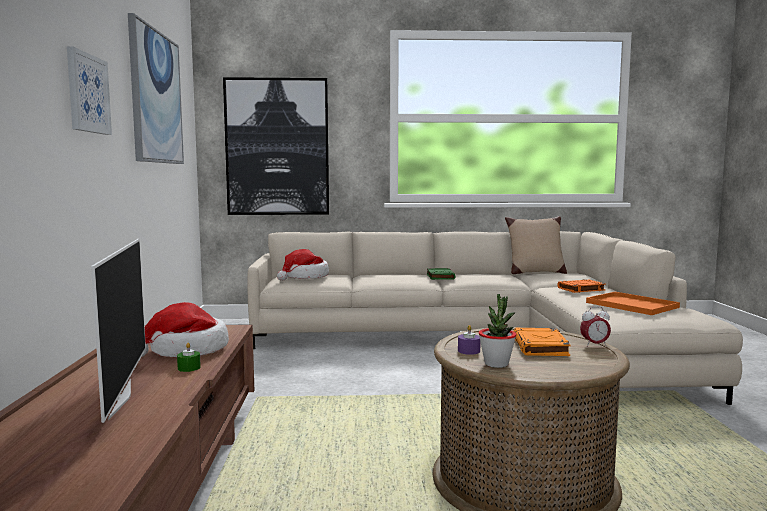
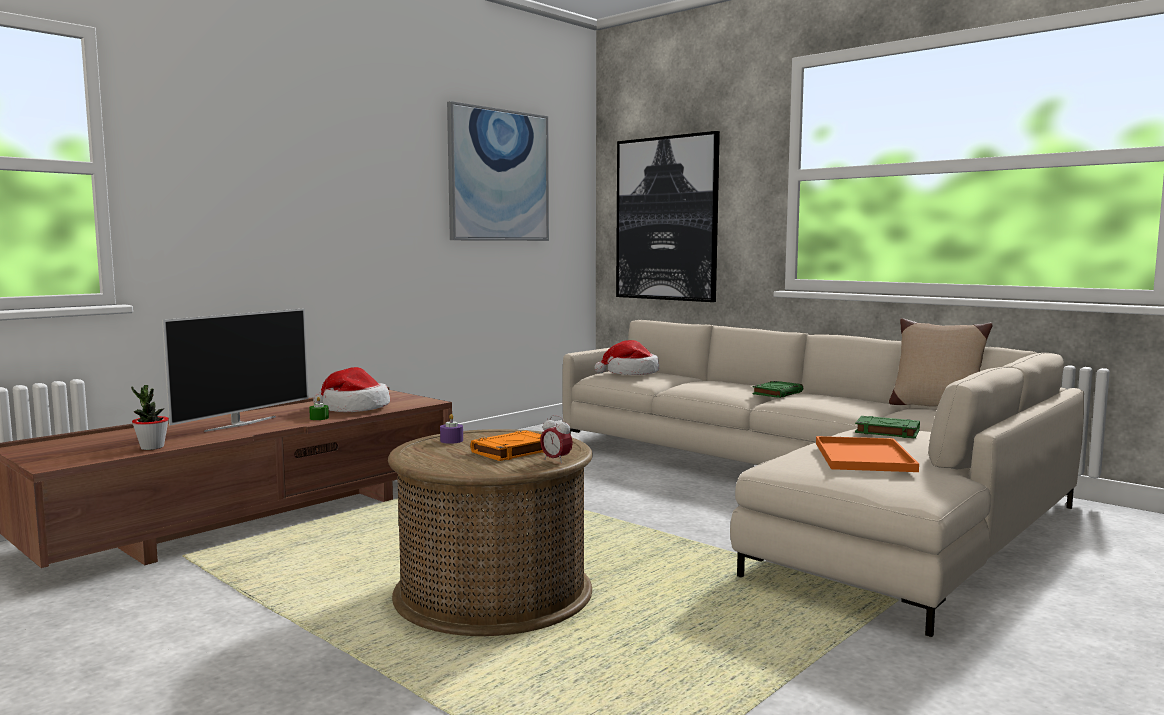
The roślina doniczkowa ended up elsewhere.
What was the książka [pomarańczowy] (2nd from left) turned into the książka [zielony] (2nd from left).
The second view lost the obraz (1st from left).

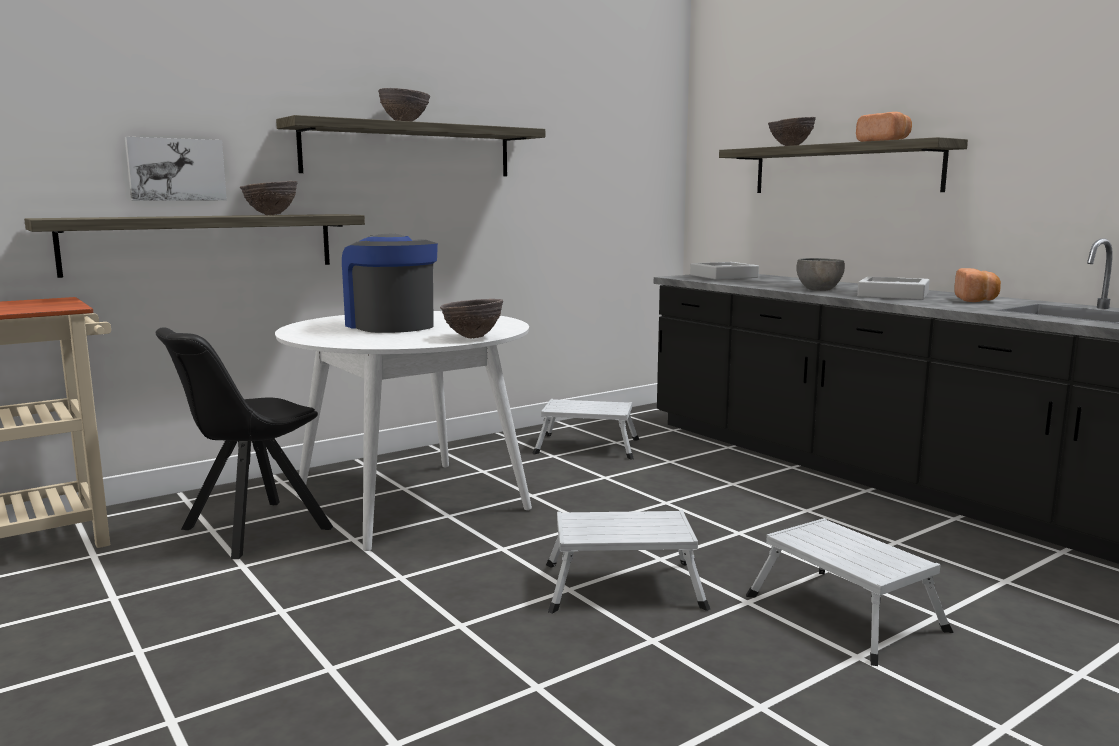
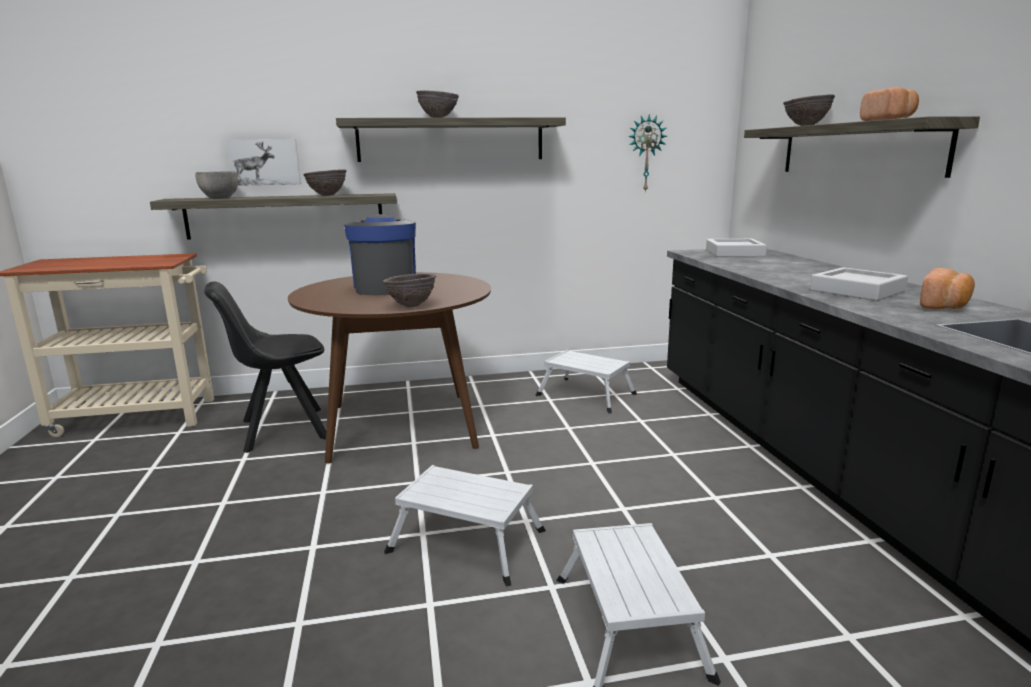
The miska [szary] ended up elsewhere.
What was the stół jadalny [biały] turned into the stół jadalny [brązowy].
The second view gained the zegar ścienny.

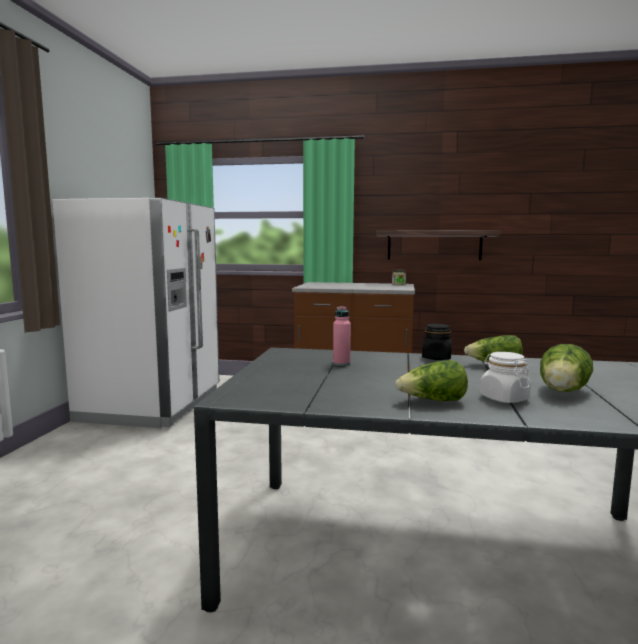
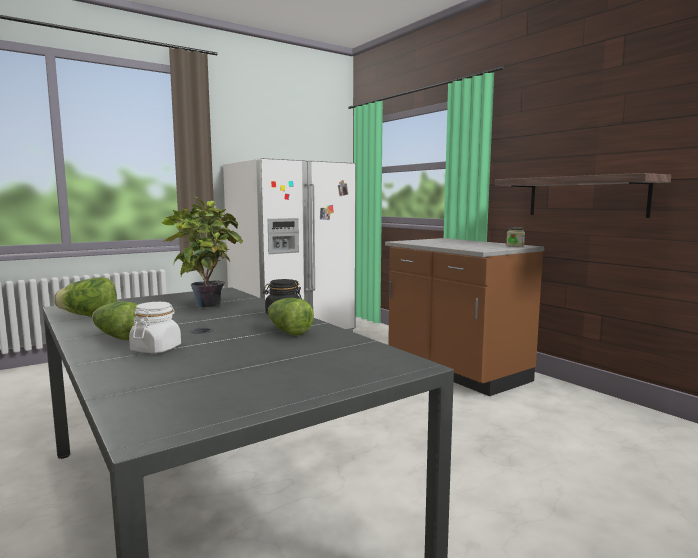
The sałata (3rd from left in the first image) ended up elsewhere.
Where the butelka [różowy] stood, the roślina doniczkowa came to stand.

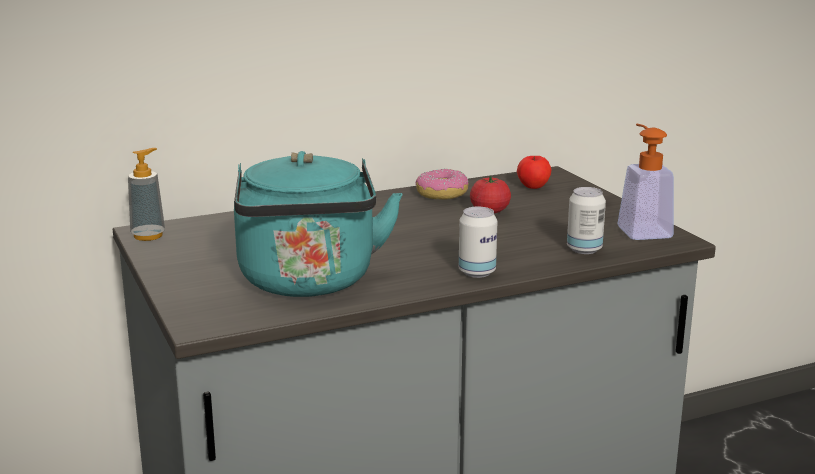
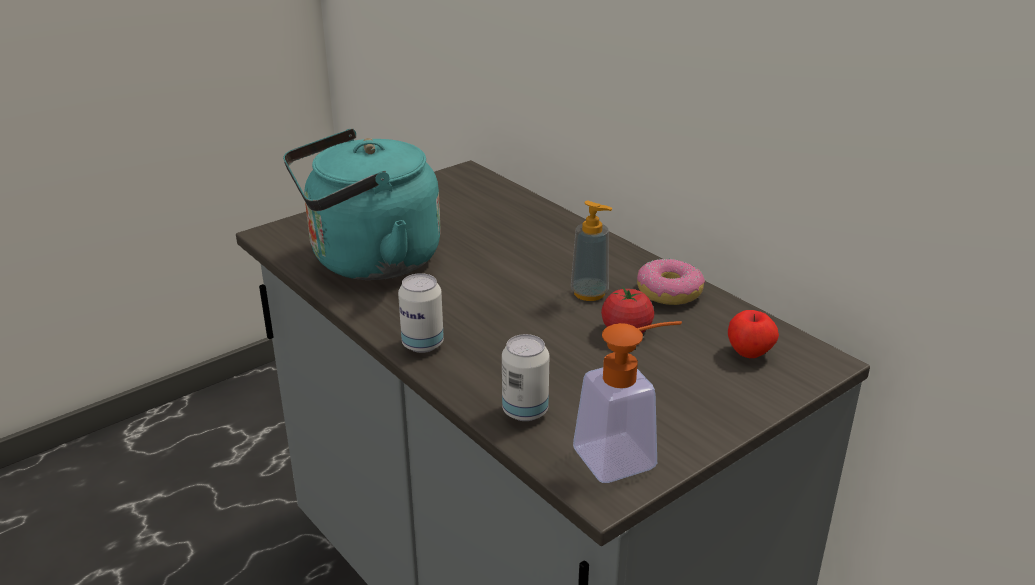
The dozownik mydła (1st from left) ended up elsewhere.

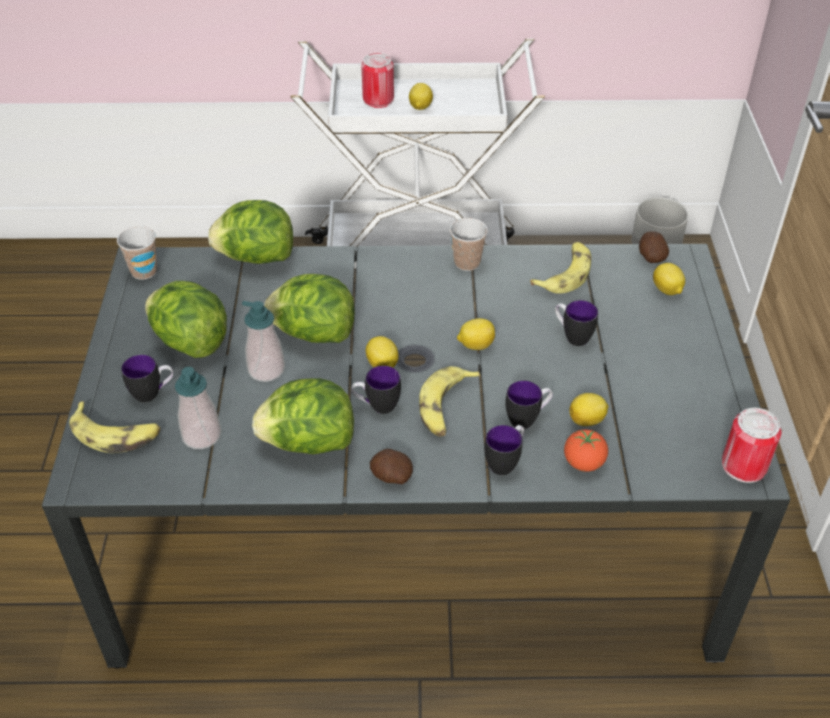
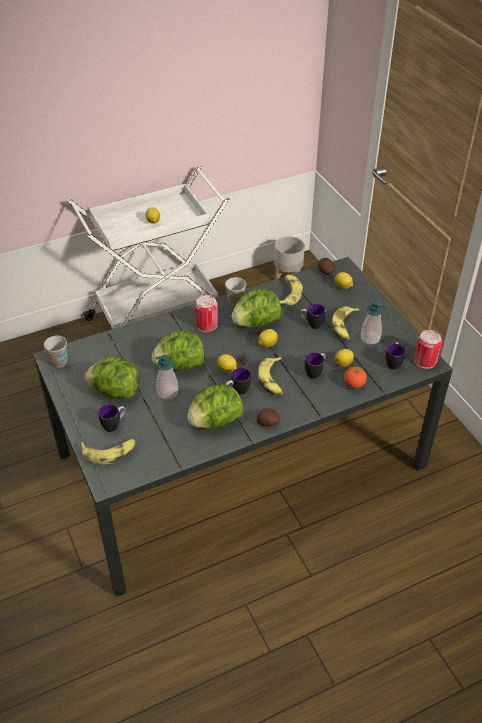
The puszka (1st from left) ended up elsewhere.
The sałata (2nd from left in the first image) ended up elsewhere.
The second view gained the banan (4th from left).
The dozownik mydła (1st from left in the first image) ended up elsewhere.
The kubek (3rd from left in the first image) ended up elsewhere.

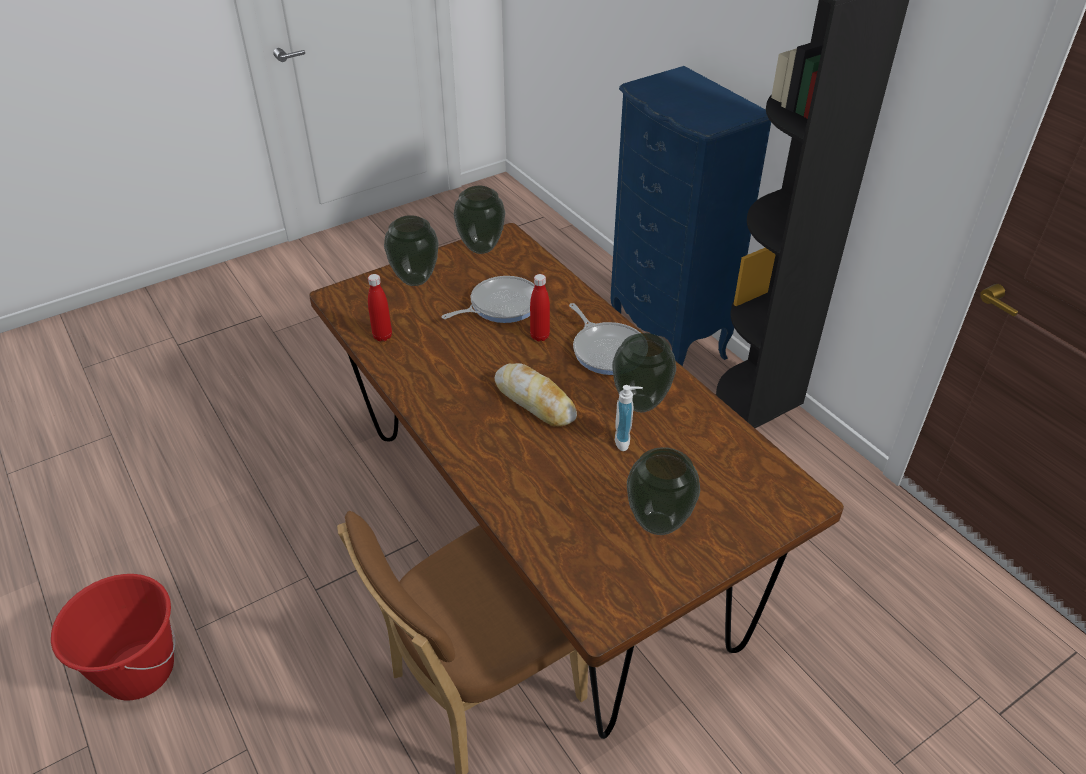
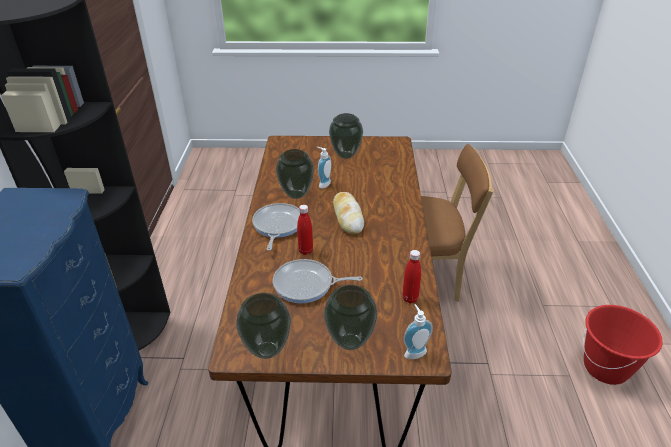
The second view gained the dozownik mydła (2nd from left).

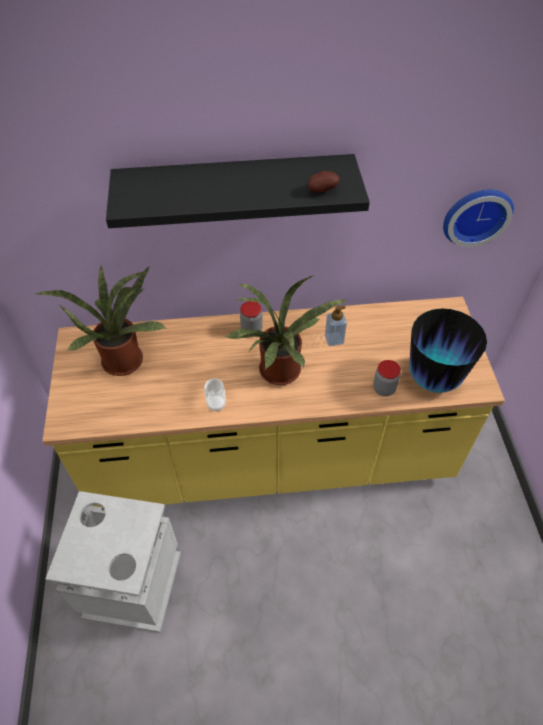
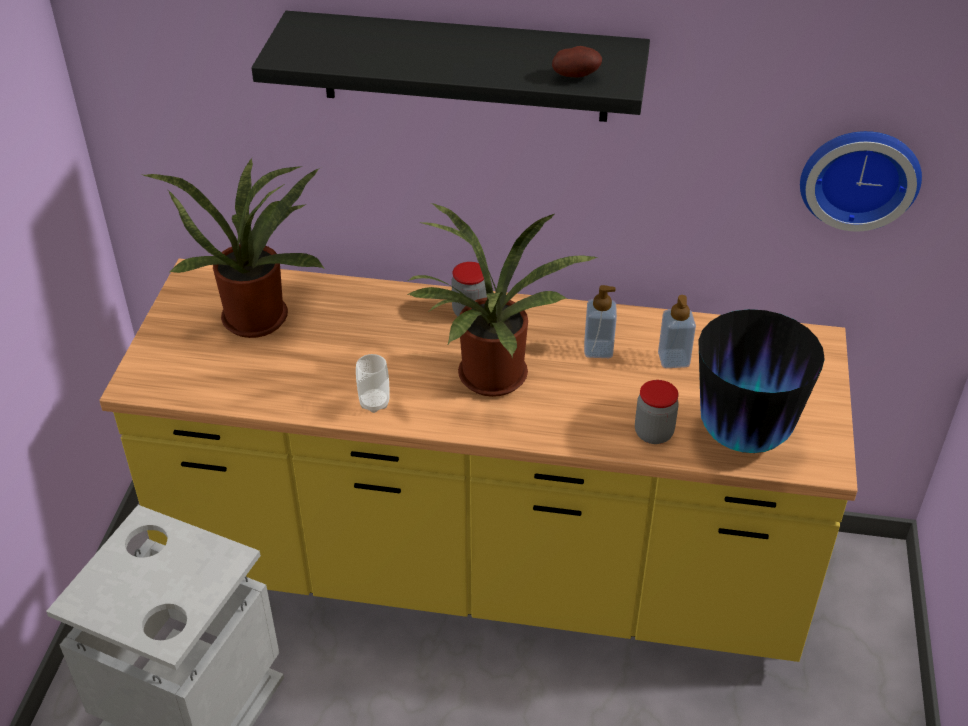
The second view gained the dozownik mydła (2nd from left).

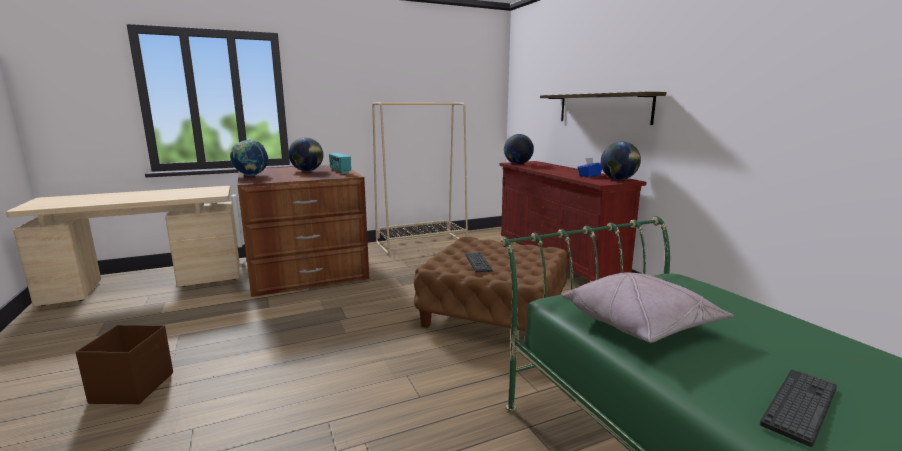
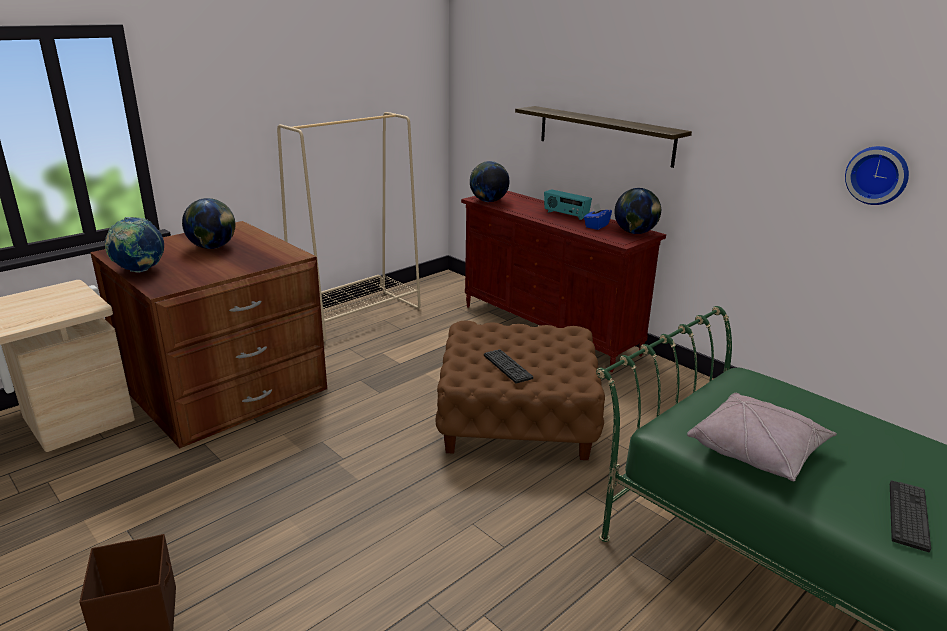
The radio ended up elsewhere.
The second view gained the zegar ścienny.

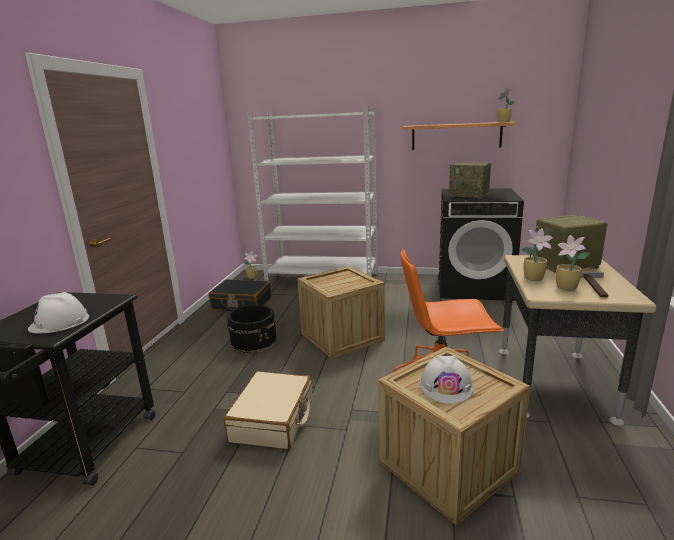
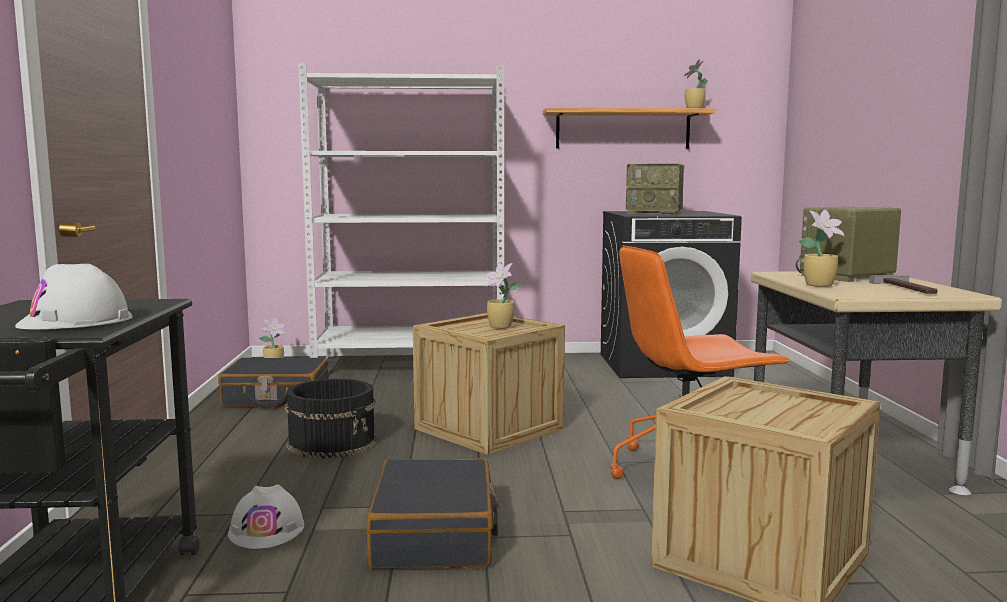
The kask [biały] (2nd from left) ended up elsewhere.
What was the walizka [beżowy] turned into the walizka [czarny] (2nd from left).
The roślina doniczkowa (4th from left in the first image) ended up elsewhere.

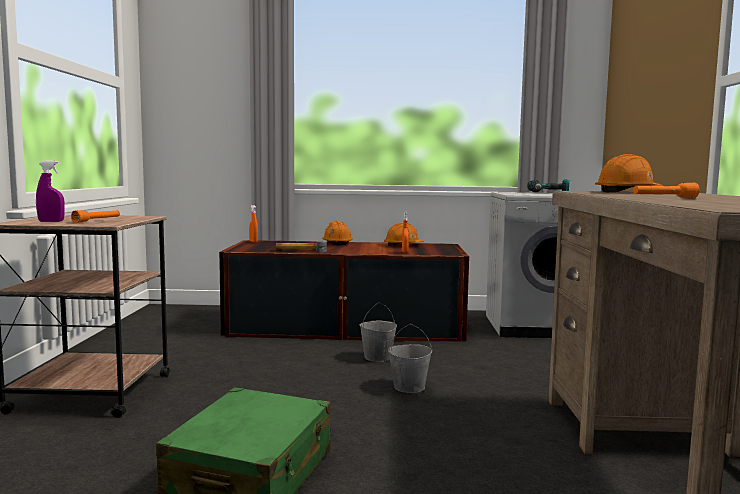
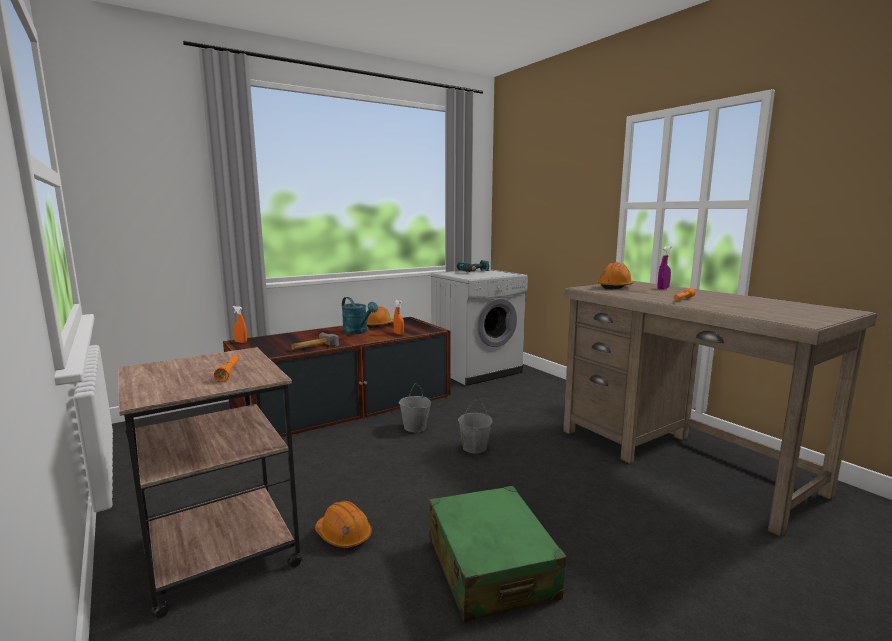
The kask [pomarańczowy] (1st from left) ended up elsewhere.
The second view gained the konewka [turkusowy].
The spryskiwacz [fioletowy] ended up elsewhere.

